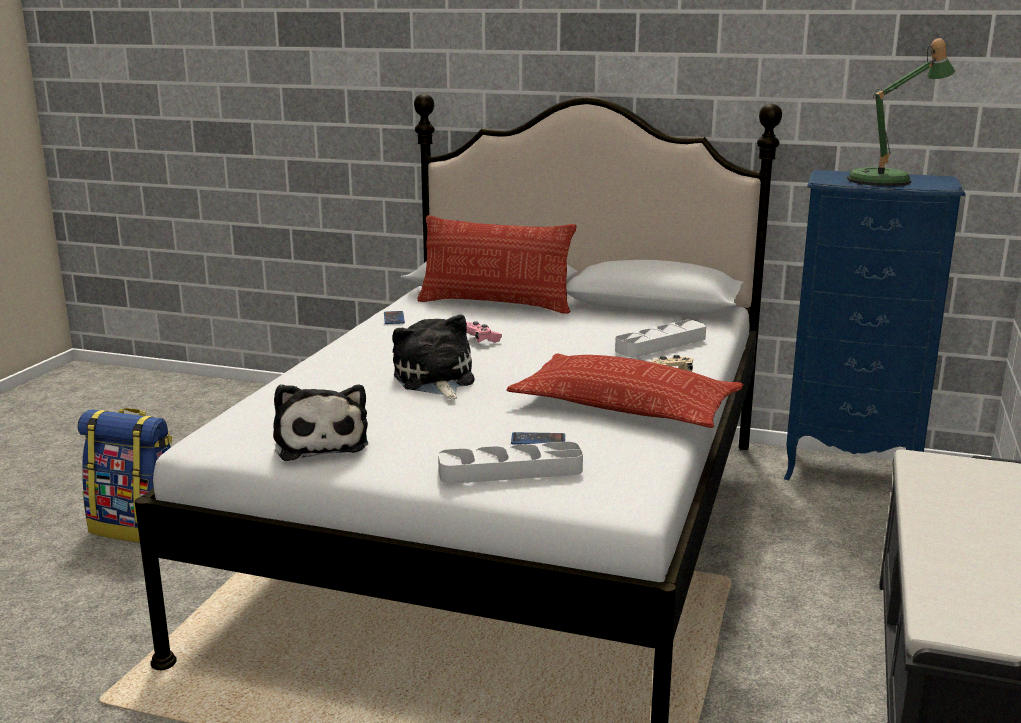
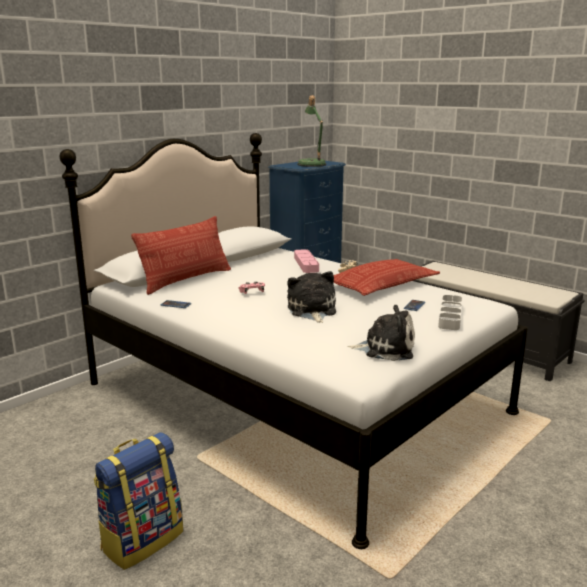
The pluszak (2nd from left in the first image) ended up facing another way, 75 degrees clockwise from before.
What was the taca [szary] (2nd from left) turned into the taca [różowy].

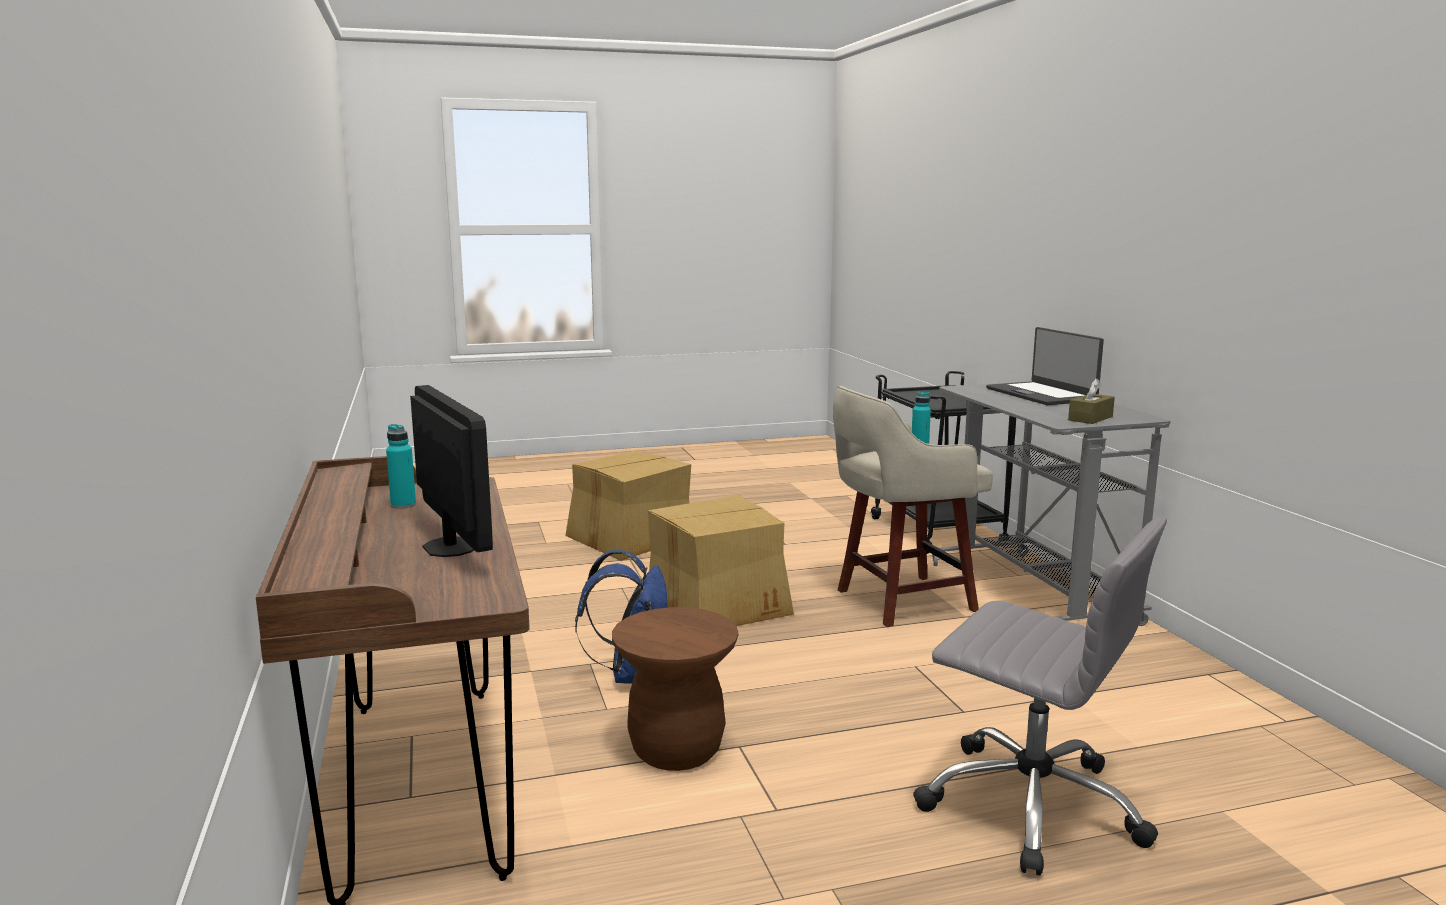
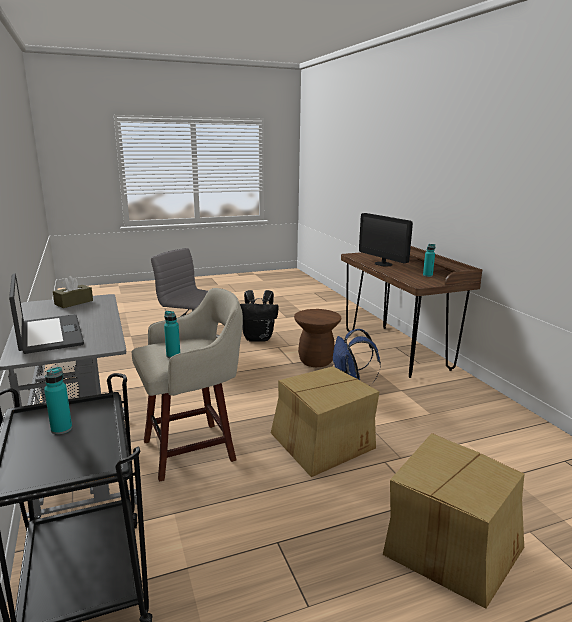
The second view gained the butelka [turkusowy] (1st from left).
The second view gained the plecak [czarny].

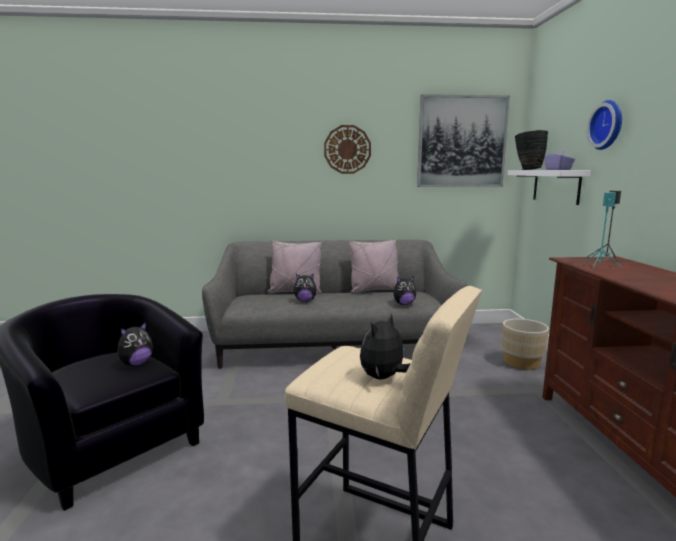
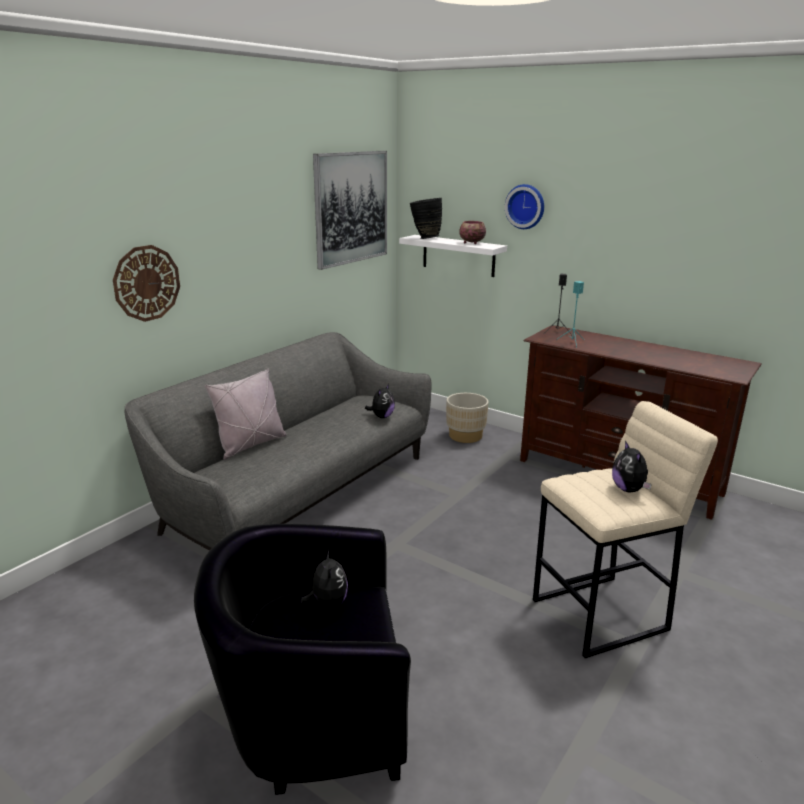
The zegar ścienny (1st from left) ended up elsewhere.
Where the pudełko chusteczek [fioletowy] stood, the miska came to stand.
The second view lost the pluszak (2nd from left).
The second view lost the poduszka [fioletowy] (2nd from left).

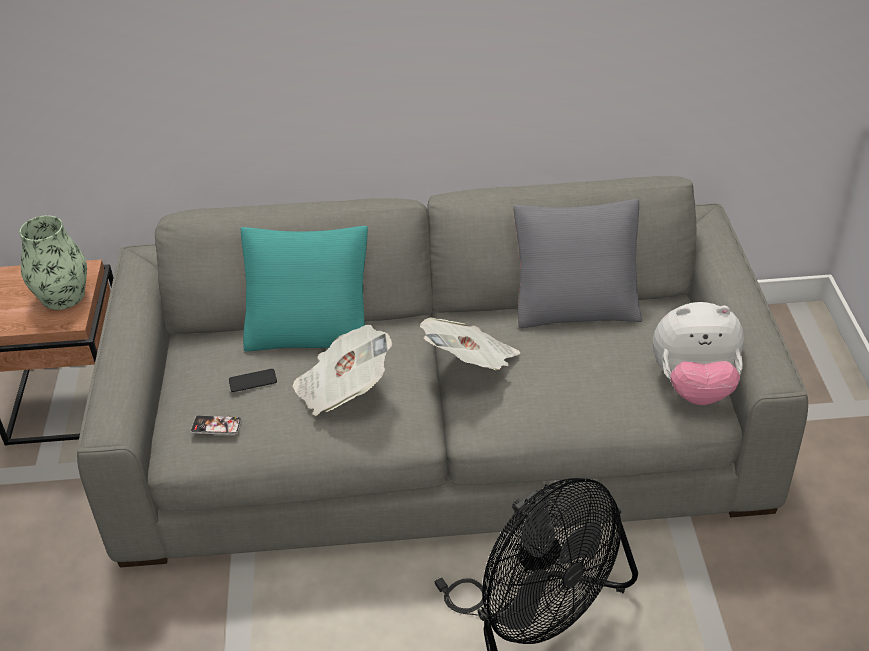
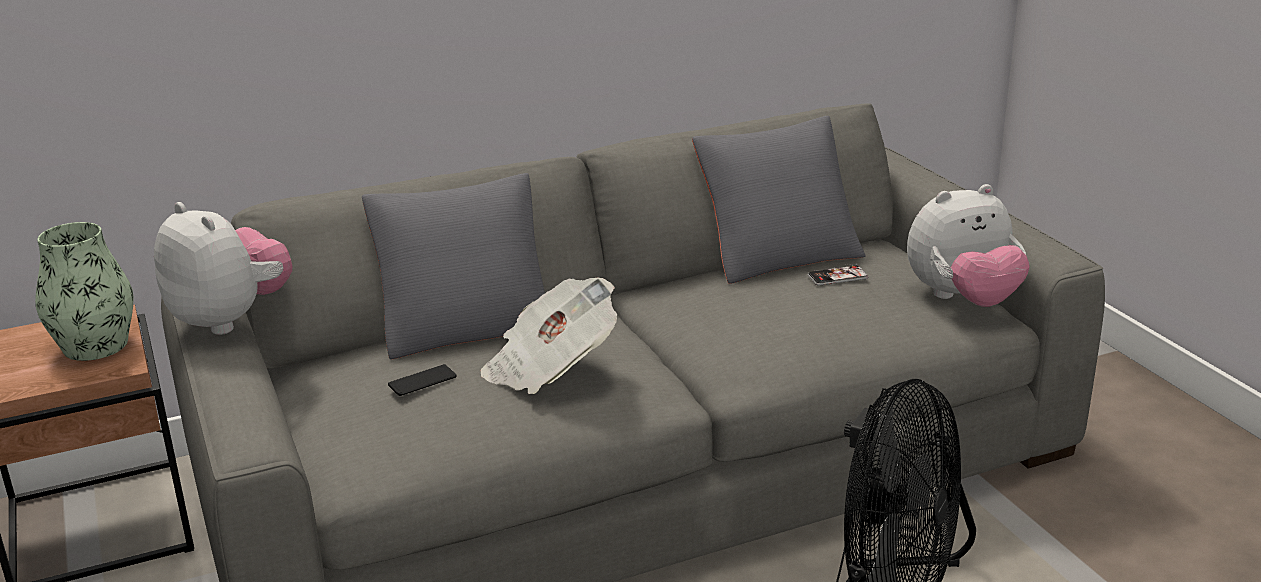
The second view gained the pluszak (1st from left).
What was the poduszka [turkusowy] turned into the poduszka [szary] (1st from left).
The telefon (1st from left in the first image) ended up elsewhere.
The second view lost the gazeta (2nd from left).

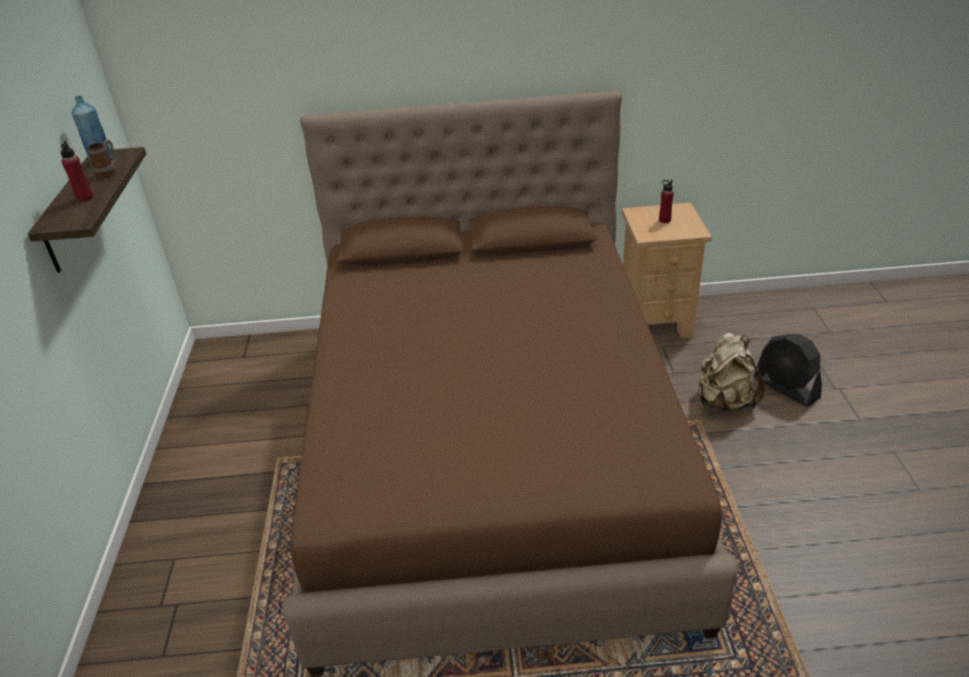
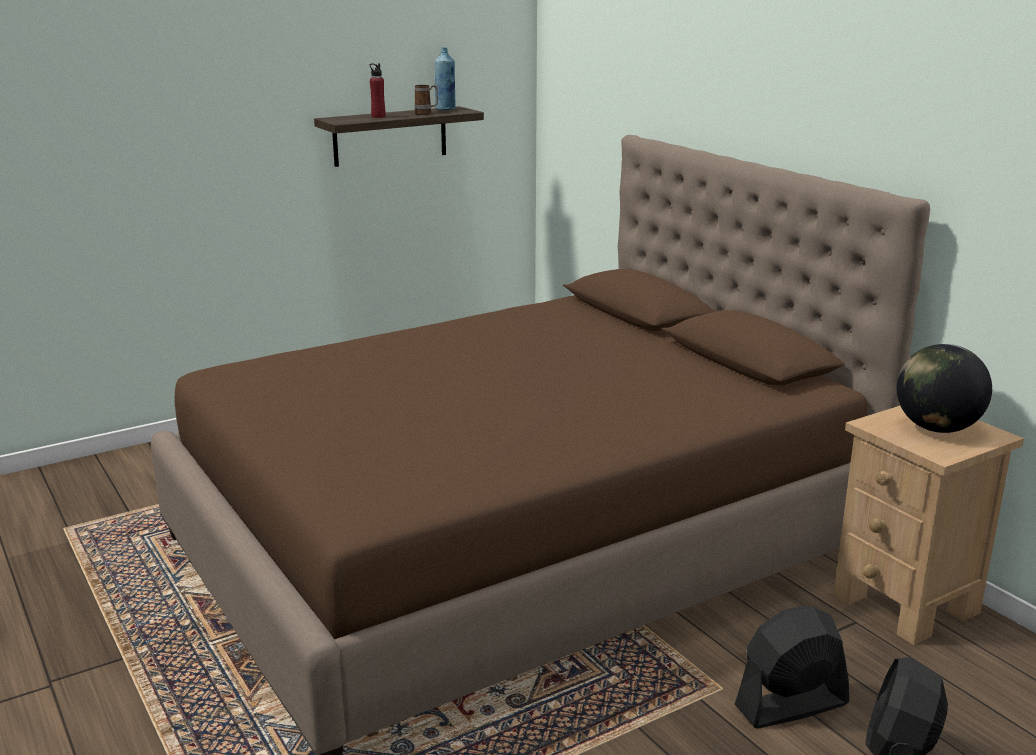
Where the plecak [beżowy] stood, the wentylator [czarny] (1st from left) came to stand.
Where the butelka [czerwony] (2nd from left) stood, the globus came to stand.

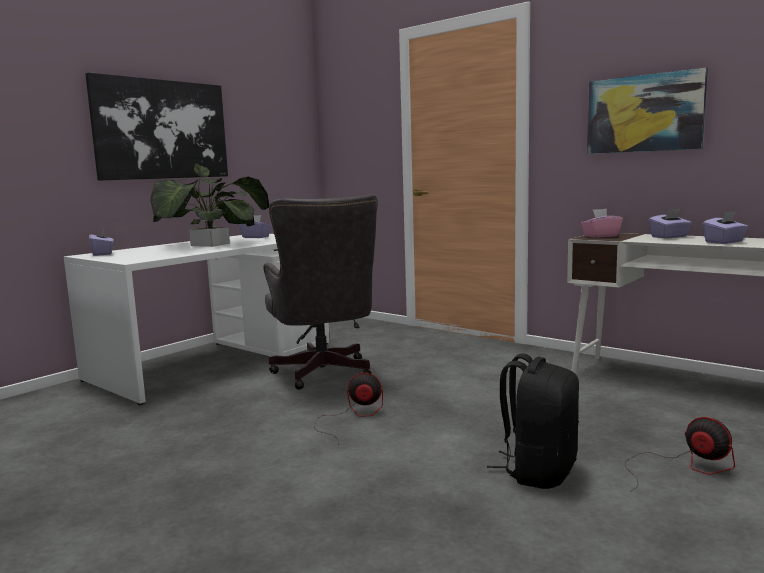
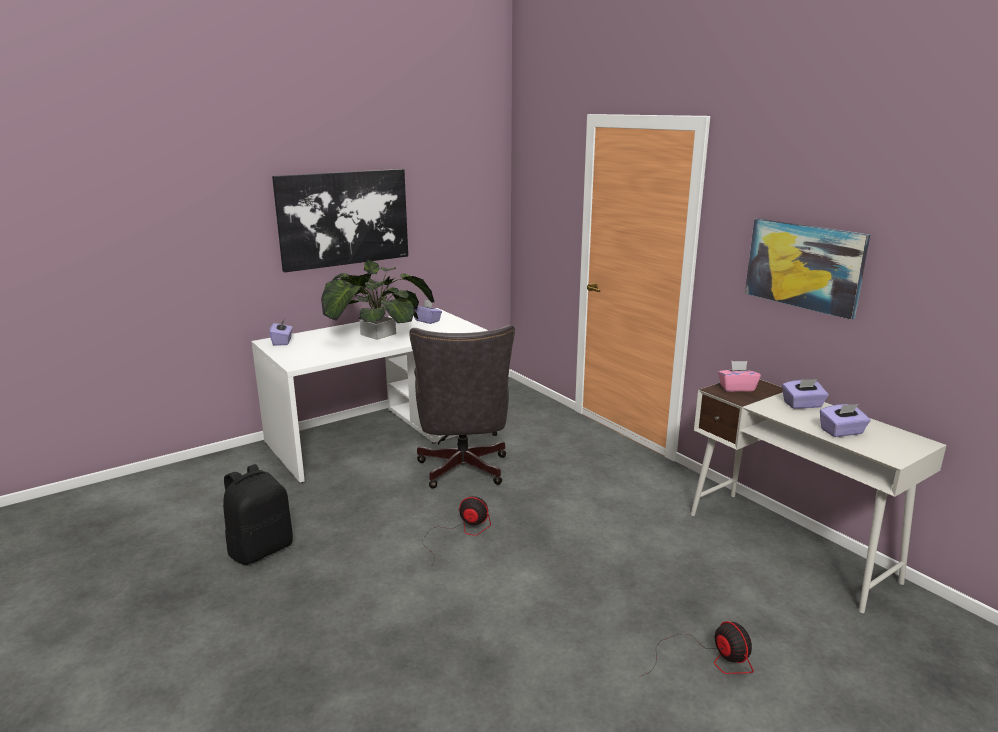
The plecak [czarny] ended up elsewhere.

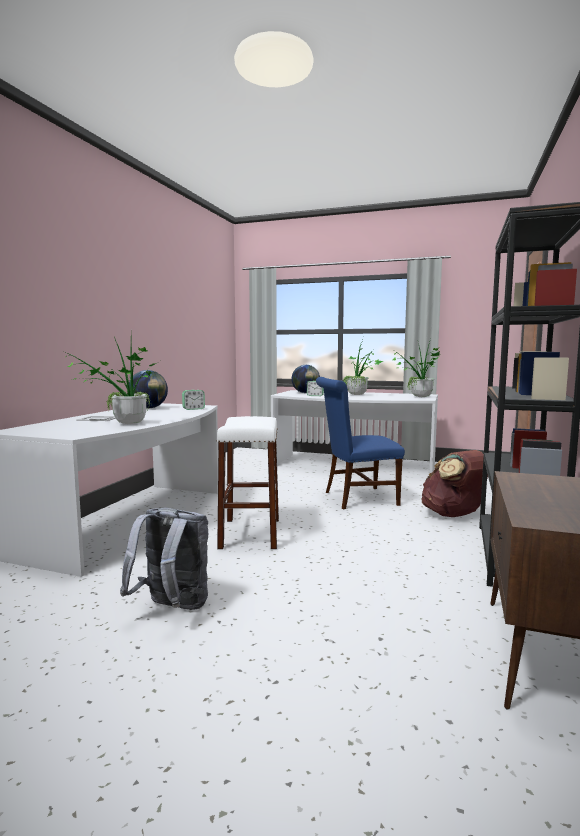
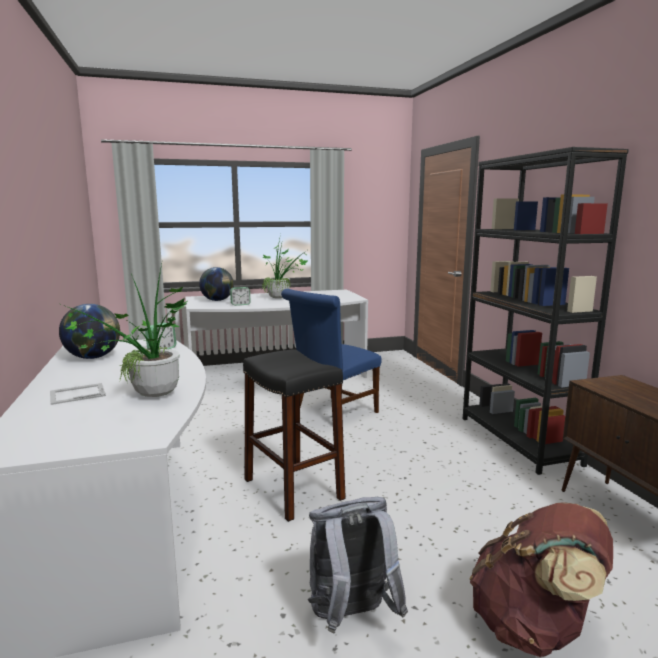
What was the stołek [biały] turned into the stołek [czarny].
The plecak [brązowy] ended up elsewhere.
The second view lost the roślina doniczkowa (3rd from left).

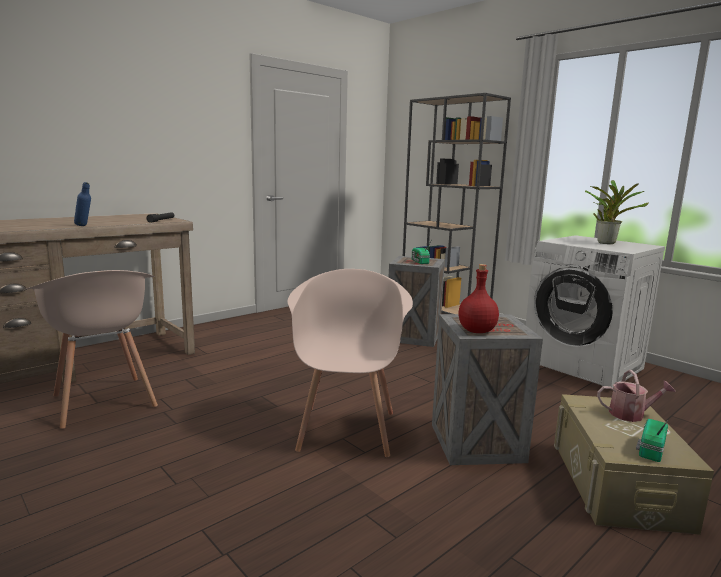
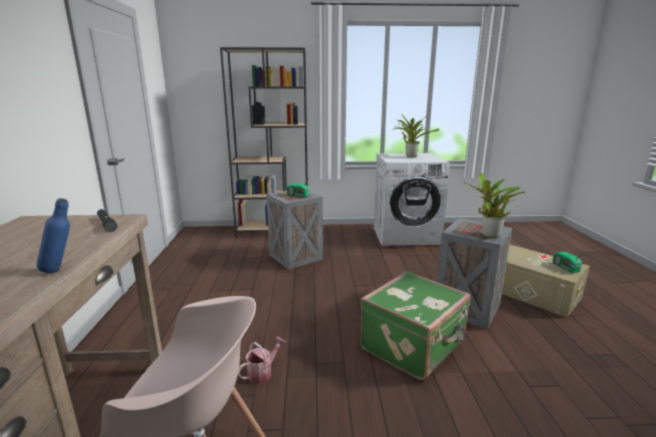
The konewka ended up elsewhere.
Where the krzesło [beżowy] (2nd from left) stood, the walizka [zielony] came to stand.
Where the butelka [czerwony] stood, the roślina doniczkowa (2nd from left) came to stand.

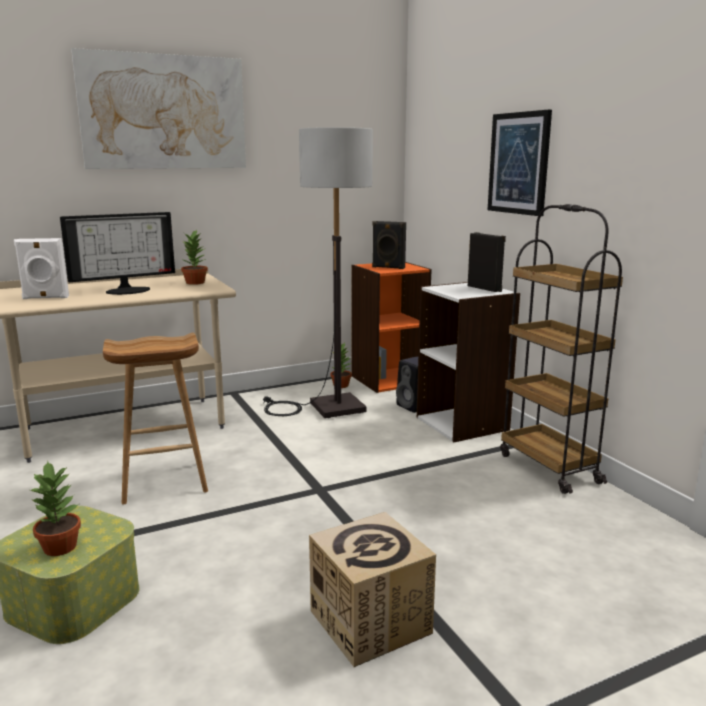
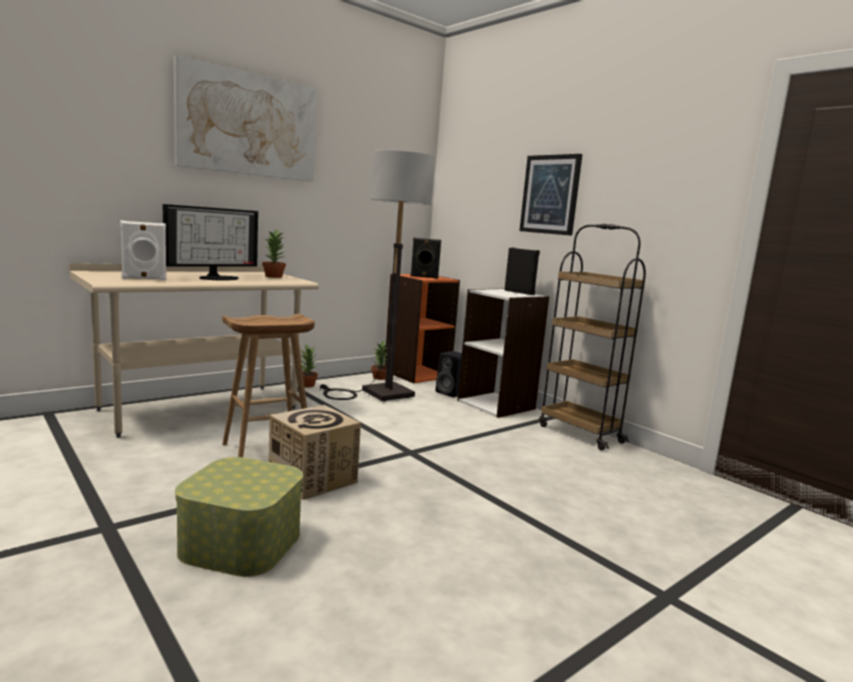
The karton ended up elsewhere.
The roślina doniczkowa (1st from left in the first image) ended up elsewhere.

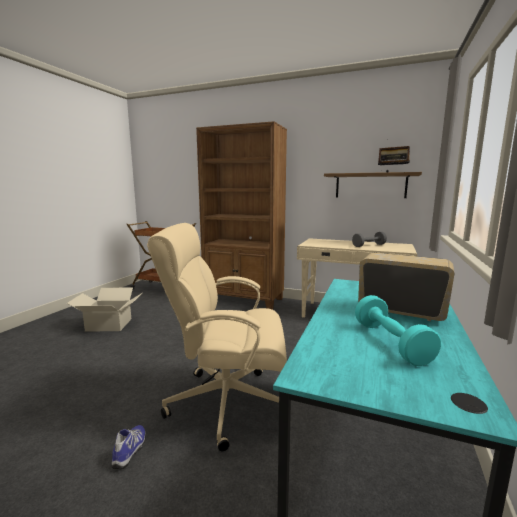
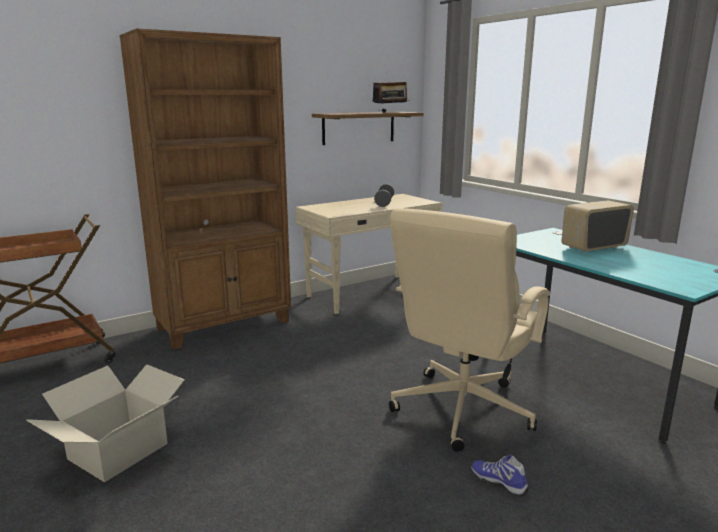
The second view lost the hantel [turkusowy].

